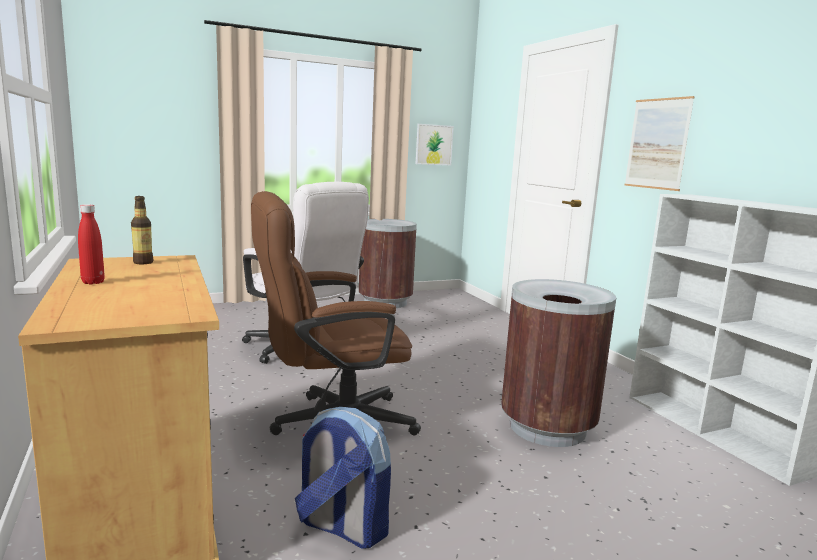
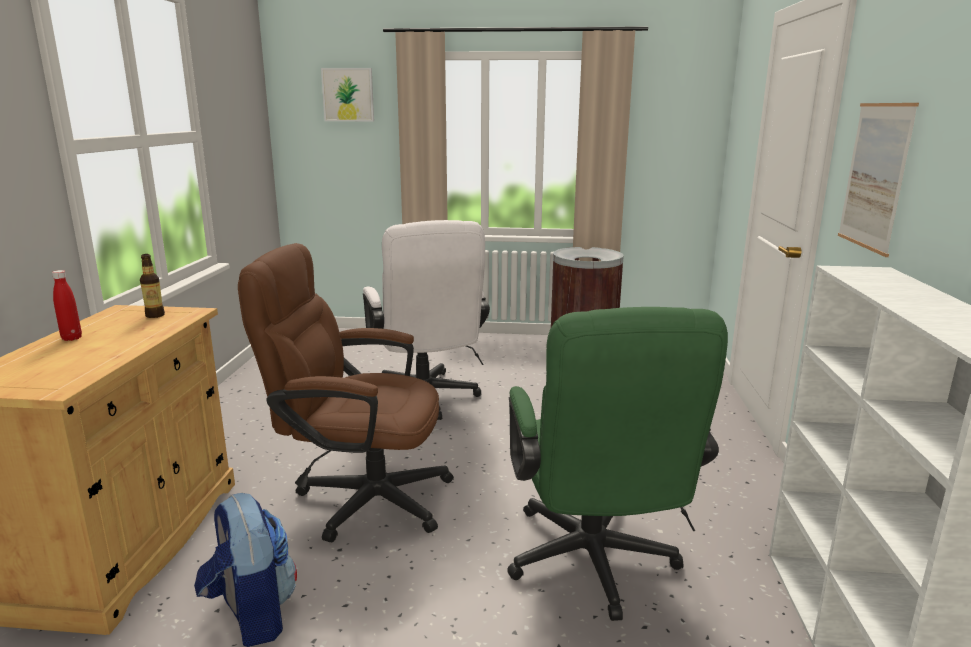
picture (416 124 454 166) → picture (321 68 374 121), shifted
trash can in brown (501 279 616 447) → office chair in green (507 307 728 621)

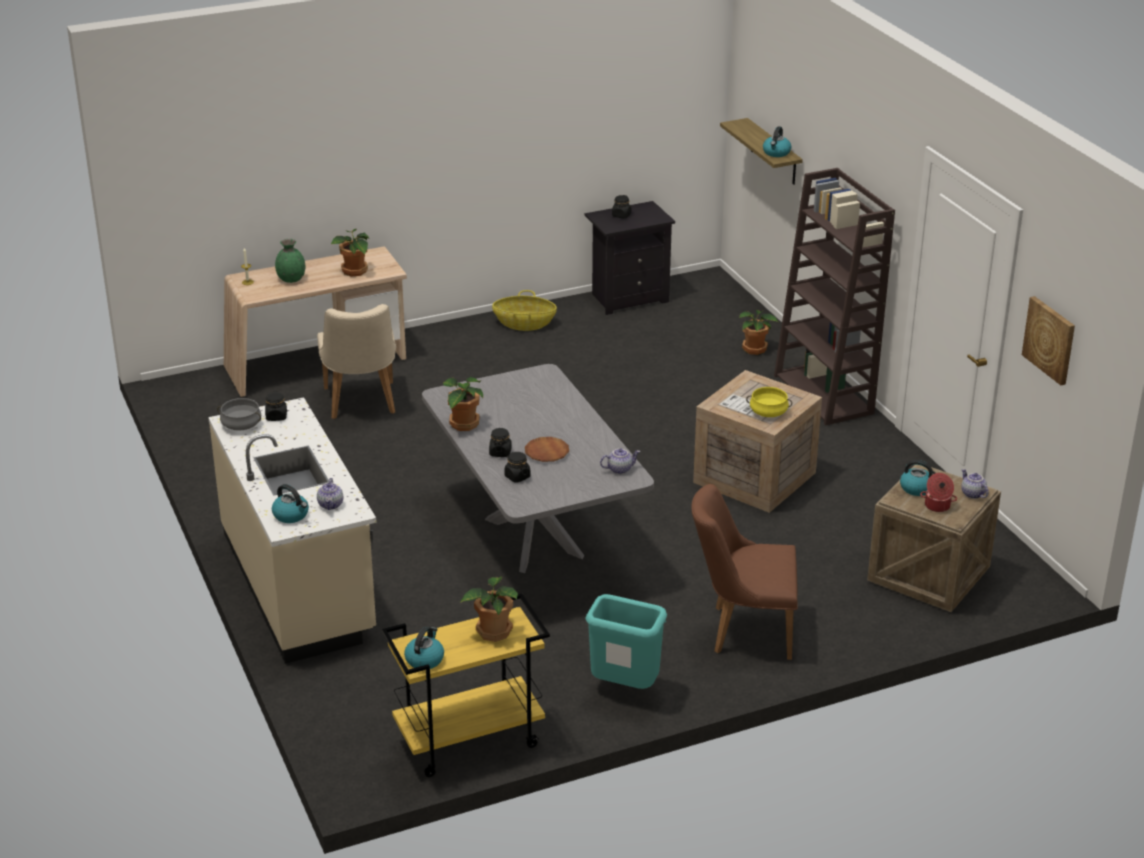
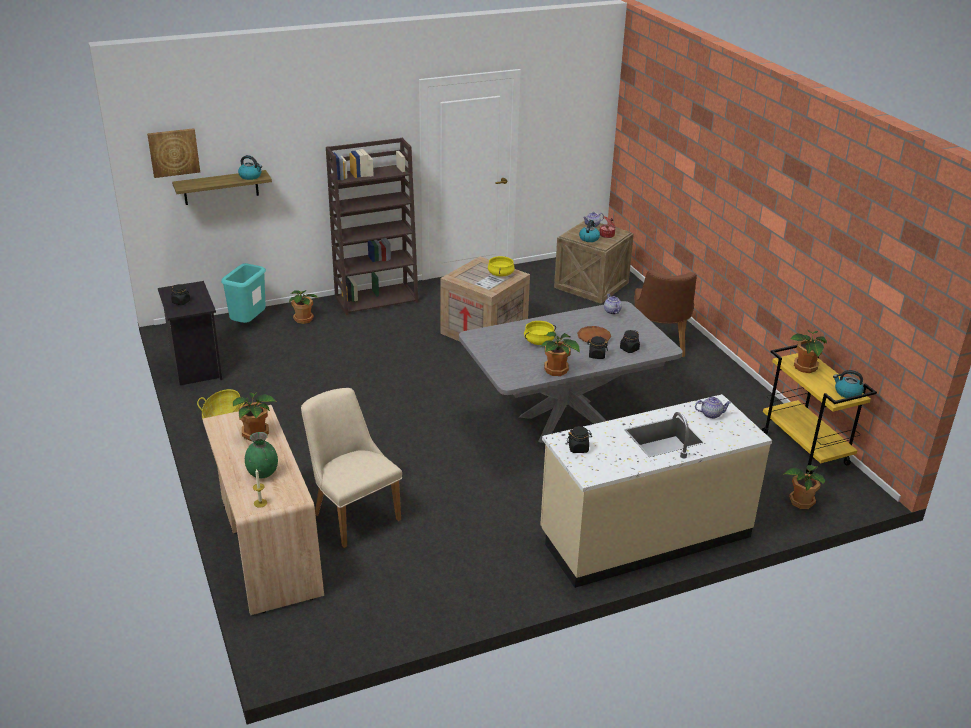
cooking pot in grey (217 398 261 431) → -
kettle (272 484 309 523) → -
chair in beige (317 304 396 419) → chair in beige (301 388 402 548), 120 degrees counterclockwise
trash can in turquoise (585 594 667 689) → trash can in turquoise (221 263 266 323), shifted
picture (1022 296 1075 385) → picture (147 128 200 178), shifted
- → cooking pot in yellow (524 321 556 345)
- → potted plant (784 465 825 509)

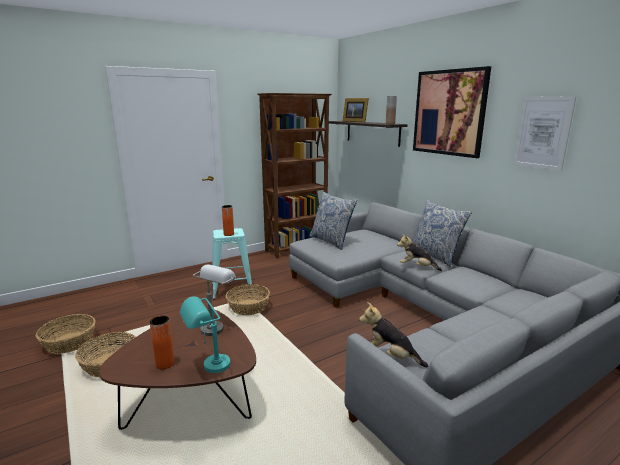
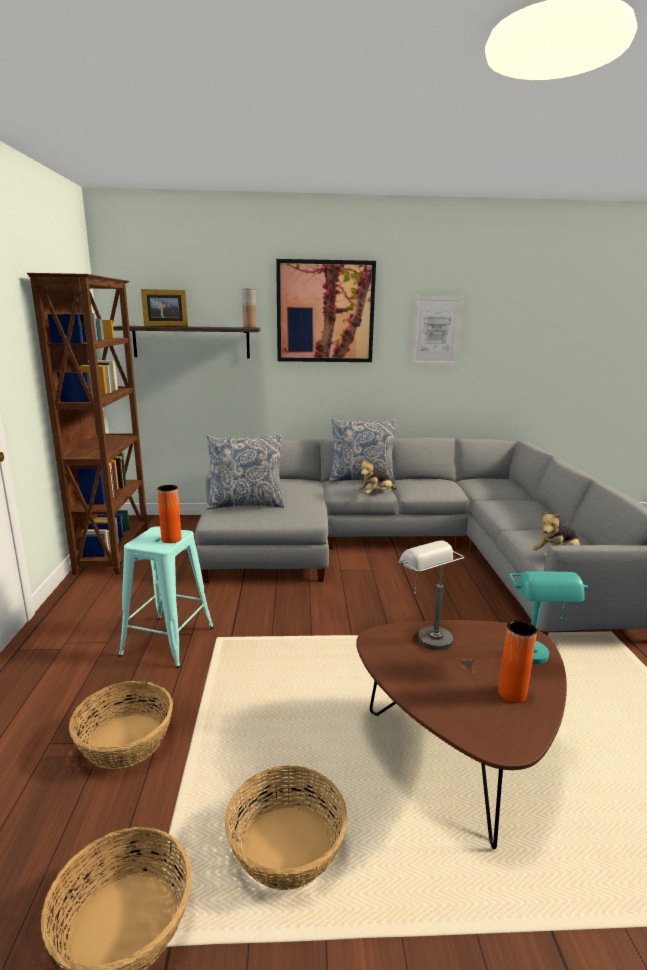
basket (226 284 270 315) → basket (69 681 173 769), shifted

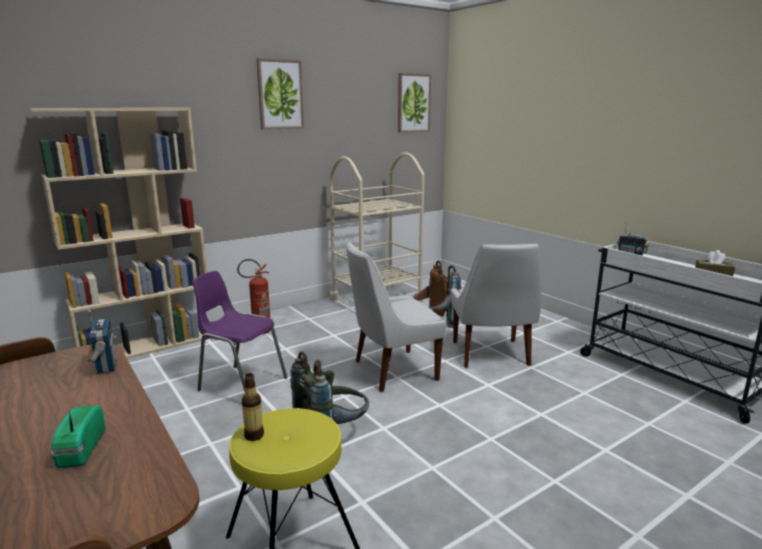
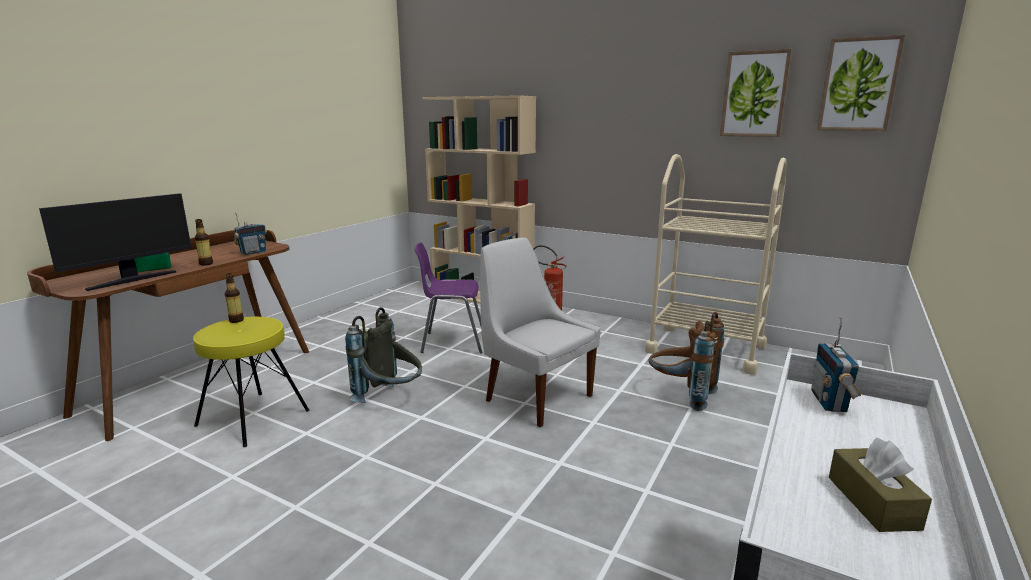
chair in purple (192 271 287 392) → chair in purple (415 243 482 354), 90 degrees counterclockwise
picture (256 58 304 130) → picture (720 49 792 137), shifted
chair in white (451 244 541 368) → -
- → monitor (39 193 192 291)
- → bottle (195 219 213 265)

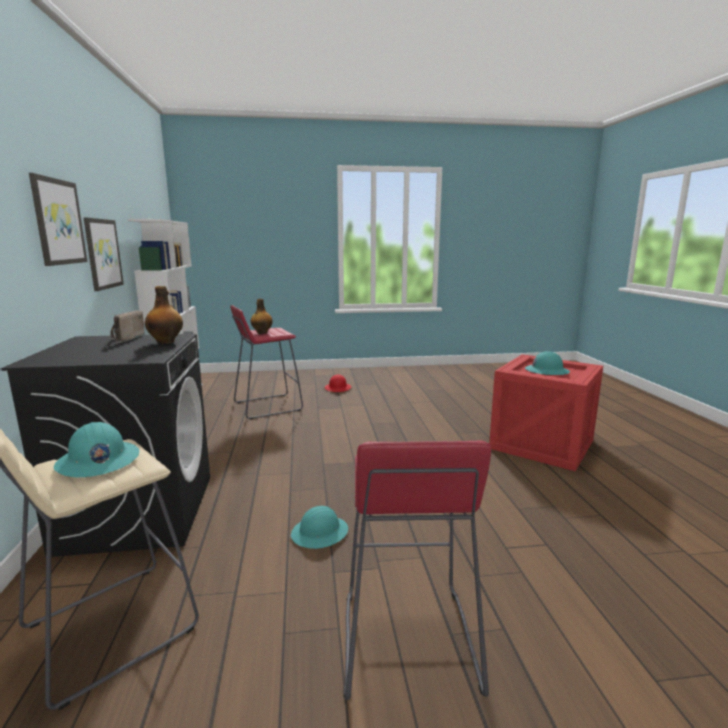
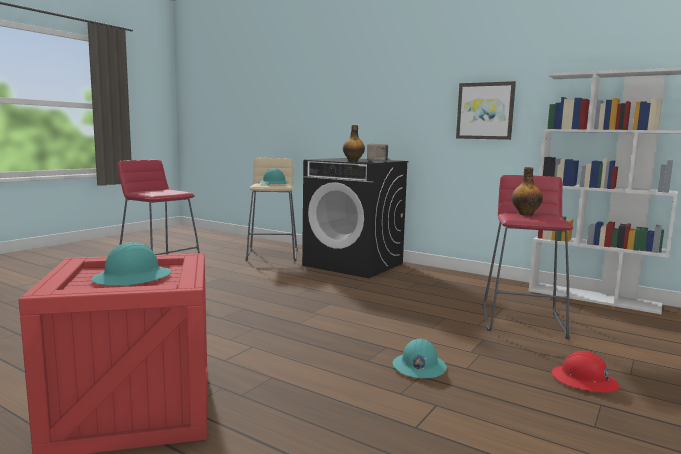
picture (29 173 87 266) → -
hard hat in turquoise (291 506 348 549) → hard hat in turquoise (393 338 447 378), shifted

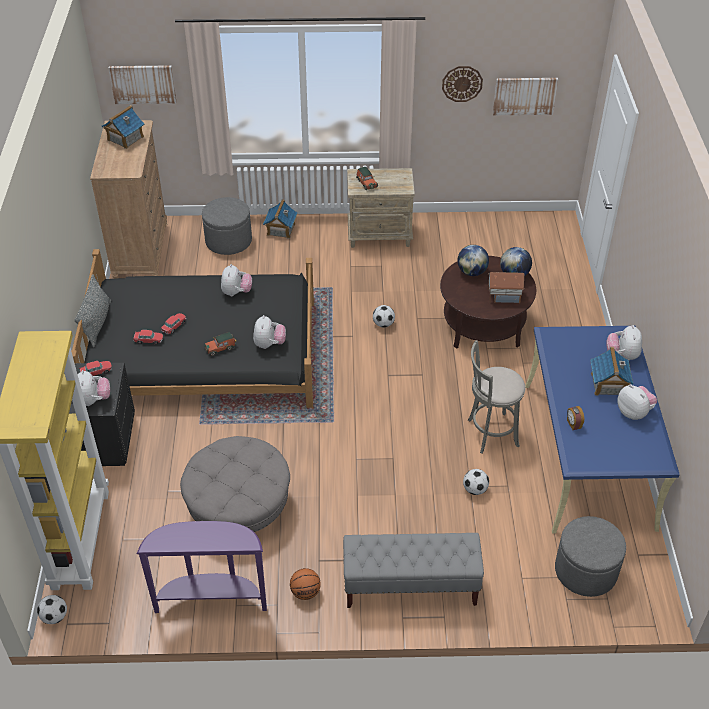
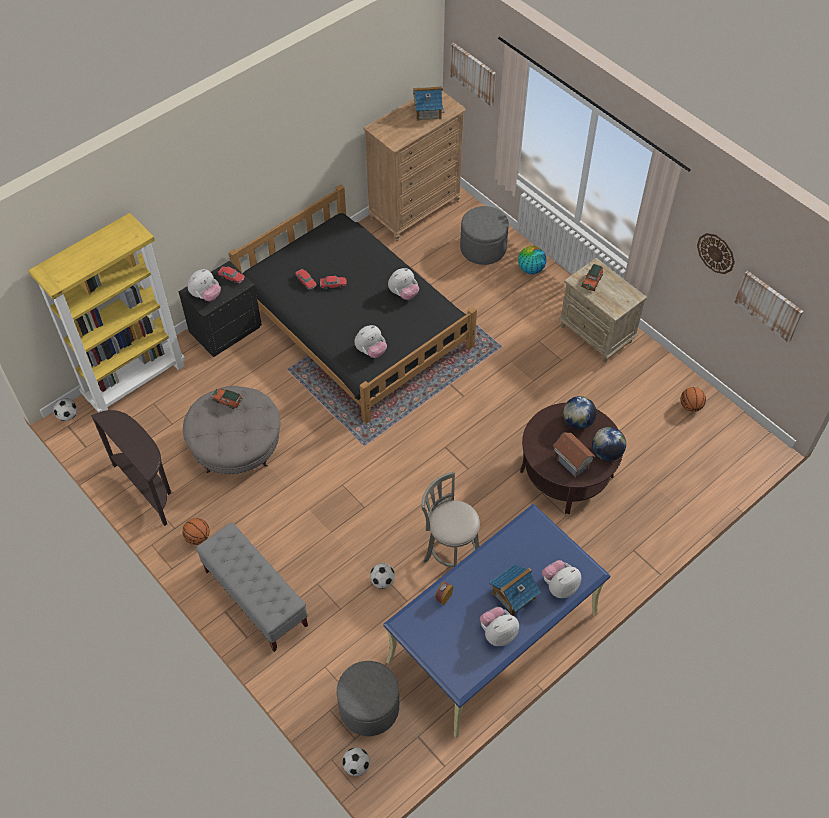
pillow in grey (74 274 111 347) → -
console table in purple (137 521 267 613) → console table in brown (91 410 171 526)
toy car (204 332 236 356) → toy car (212 388 243 409), shifted
toy house (263 200 298 239) → globe (518 246 547 274)
football (373 305 395 328) → football (342 747 370 776), shifted
plush toy (617 384 657 420) → plush toy (480 607 519 646), 135 degrees counterclockwise
- → basketball (680 387 706 412)

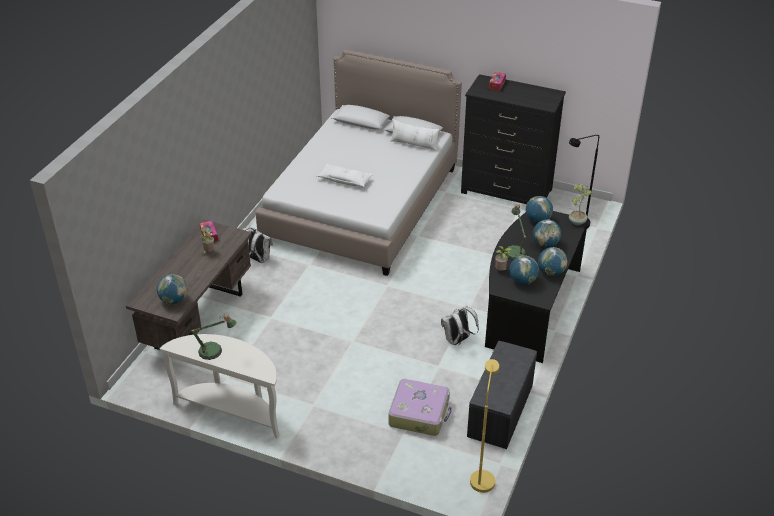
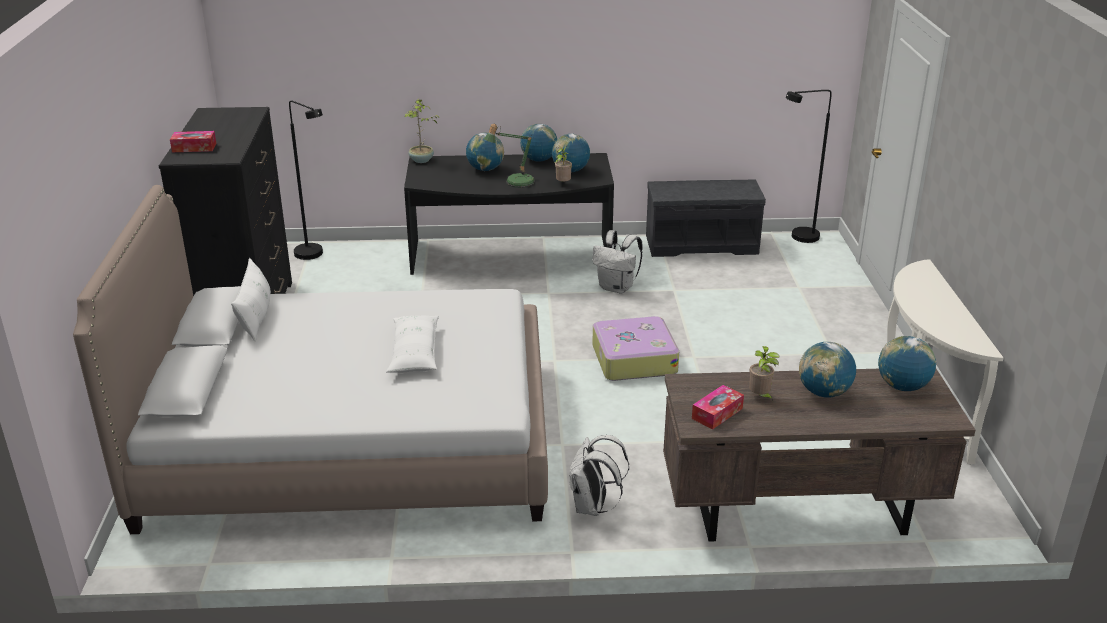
table lamp (190 314 237 360) → -
suitcase (389 379 452 436) → suitcase (592 316 679 381), shifted
floor lamp in yellow (470 359 499 493) → floor lamp in black (786 90 832 243)
globe (525 196 553 223) → globe (799 342 856 398), shifted

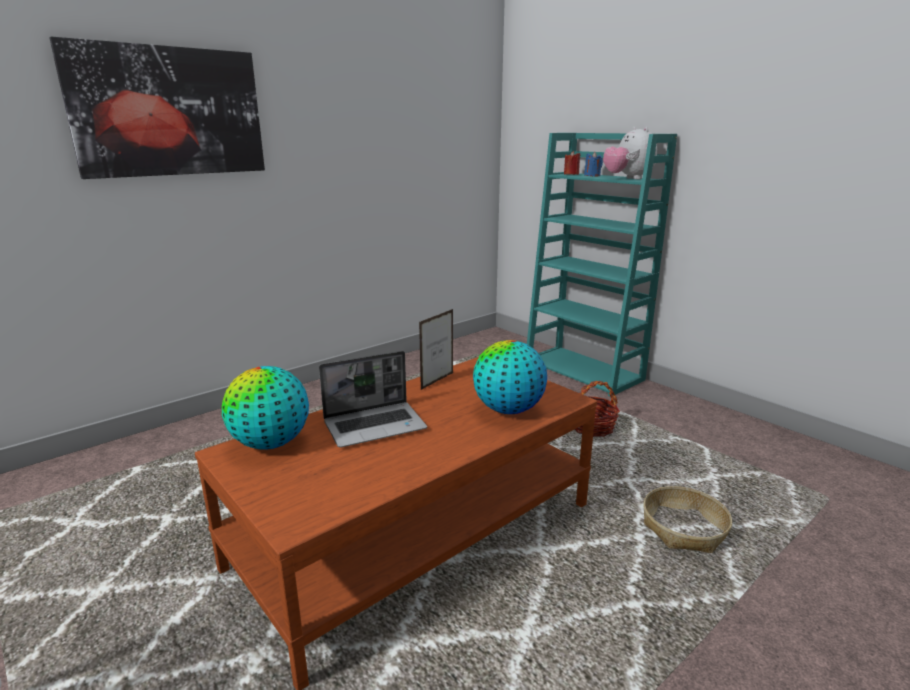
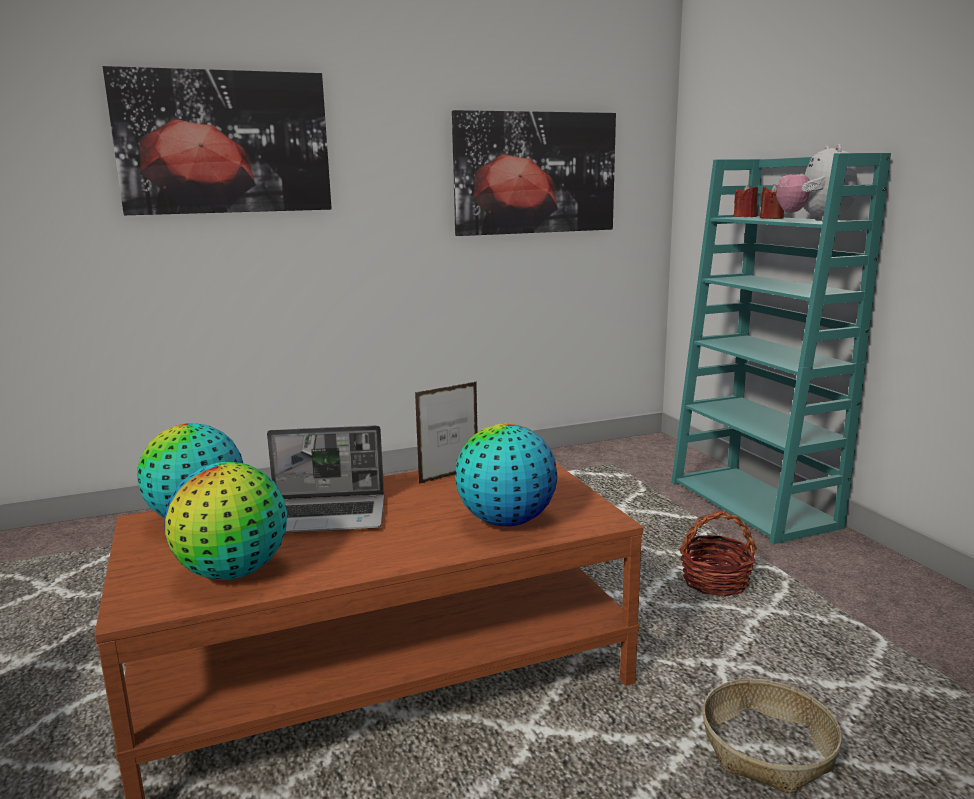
candle in blue (584 152 603 176) → candle in red (760 184 784 219)
- → globe (164 462 287 580)
- → picture (452 110 616 236)

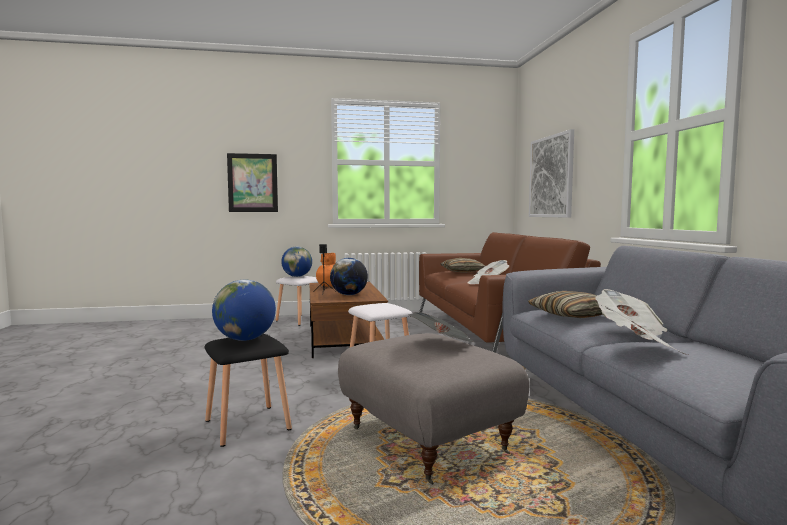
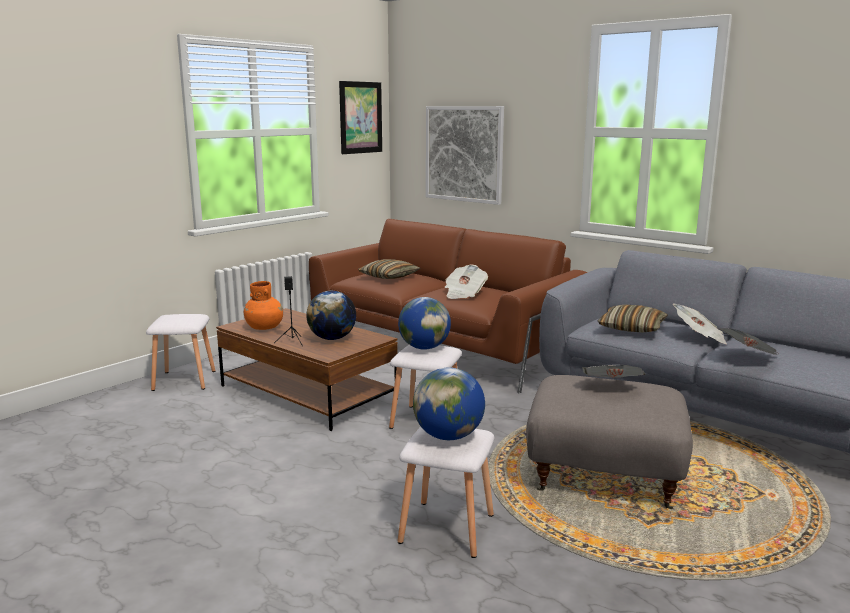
stool in black (205 334 292 447) → stool in white (398 427 495 558)
picture (227 153 278 212) → picture (339 81 382 154), shifted
globe (281 247 312 277) → globe (398 297 451 350), shifted

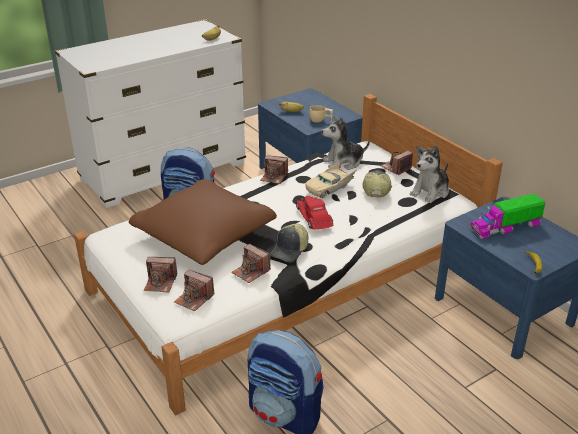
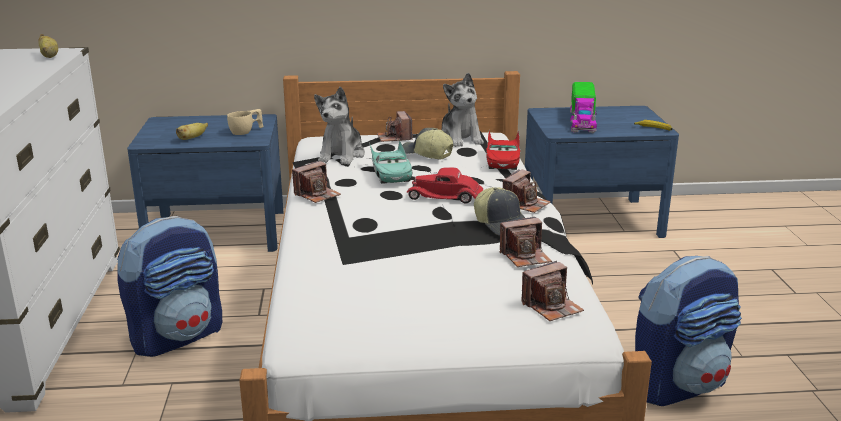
pillow in brown (129 179 277 265) → -
photo camera (144 257 177 292) → photo camera (503 169 551 213), shifted
toy car in beige (305 161 356 198) → toy car in turquoise (369 140 412 184)
- → toy car in red (486 130 520 170)

